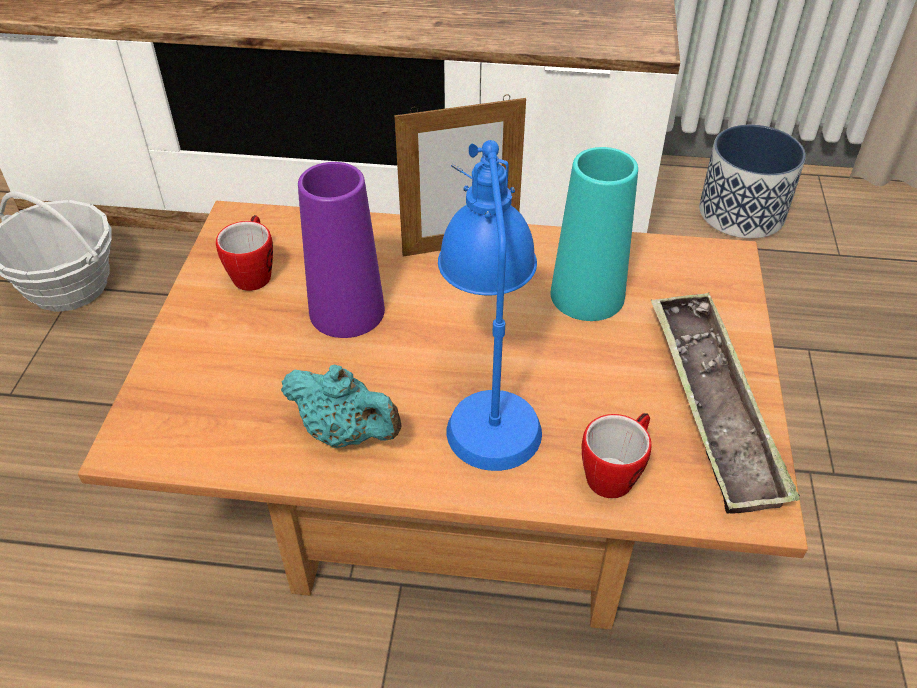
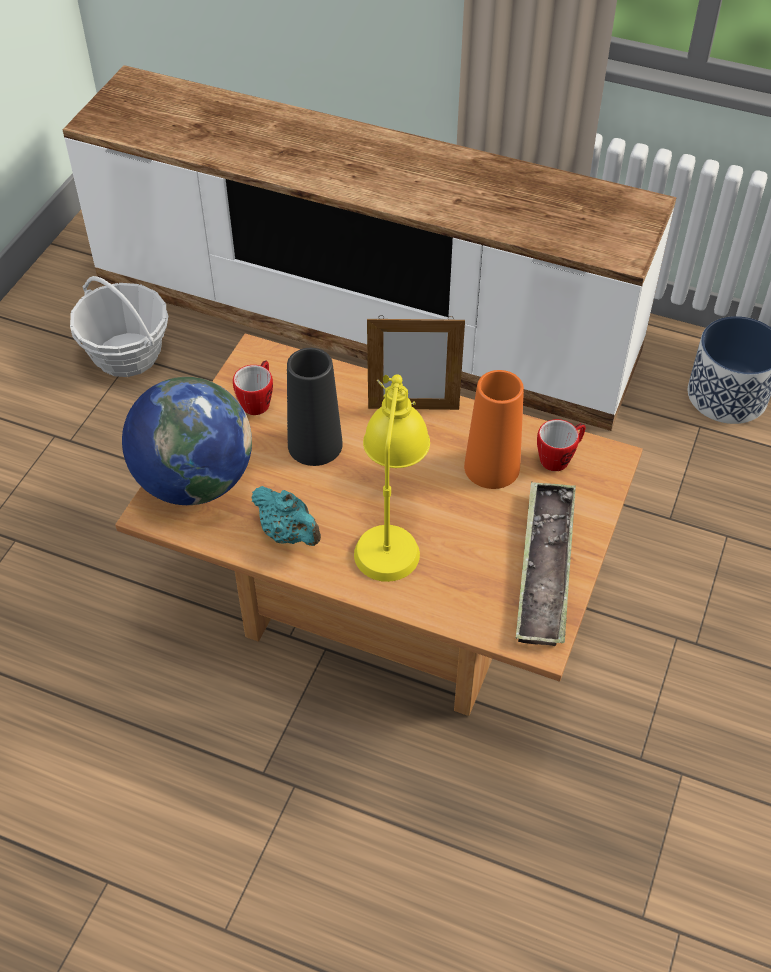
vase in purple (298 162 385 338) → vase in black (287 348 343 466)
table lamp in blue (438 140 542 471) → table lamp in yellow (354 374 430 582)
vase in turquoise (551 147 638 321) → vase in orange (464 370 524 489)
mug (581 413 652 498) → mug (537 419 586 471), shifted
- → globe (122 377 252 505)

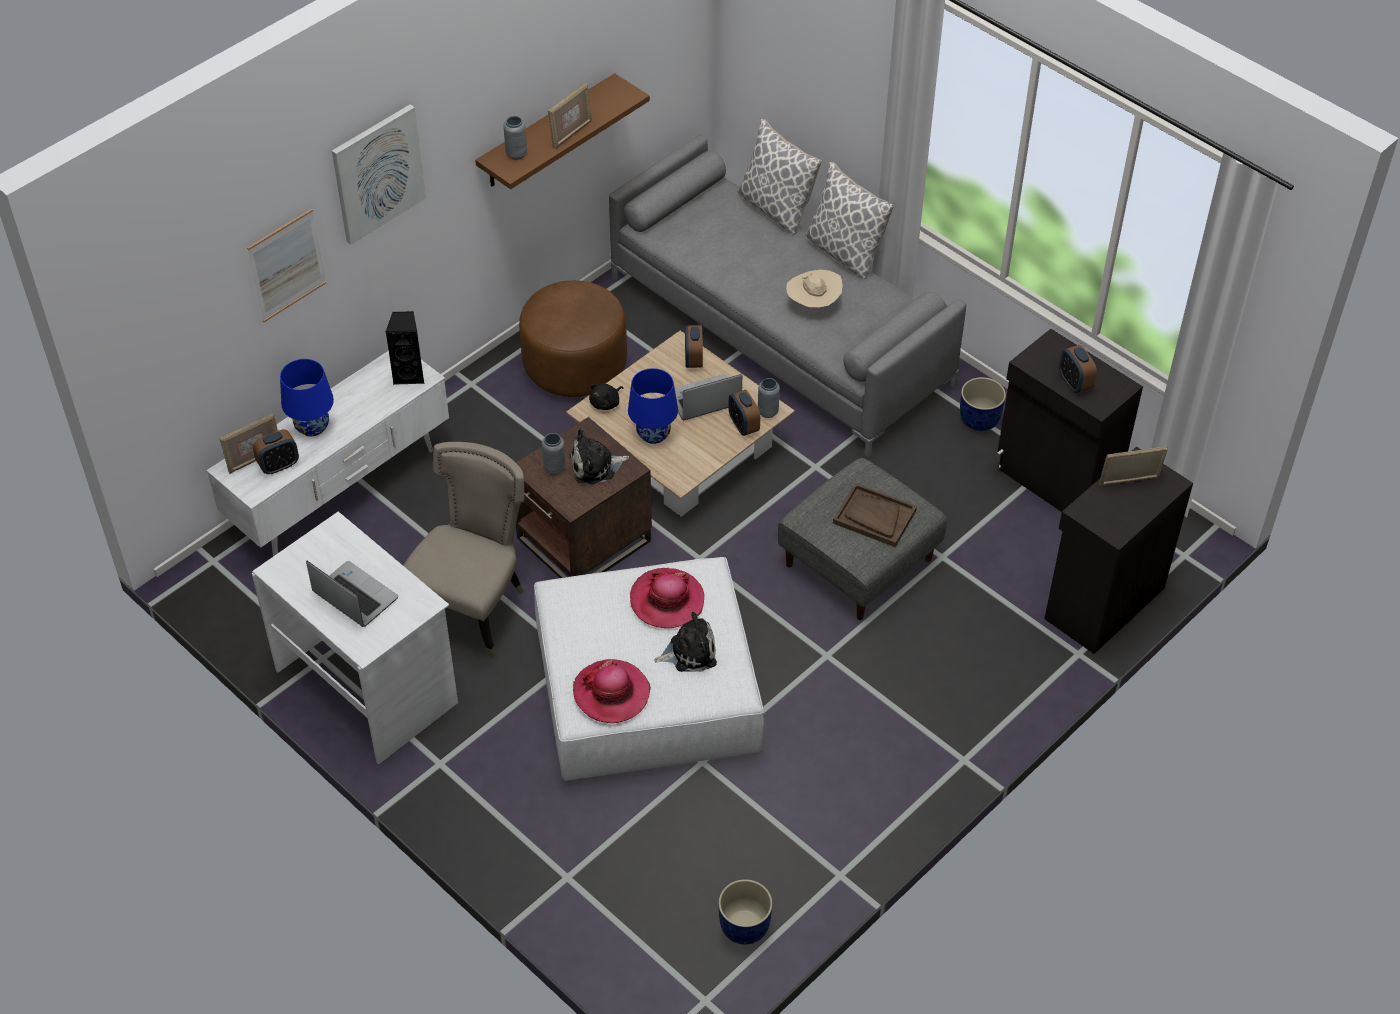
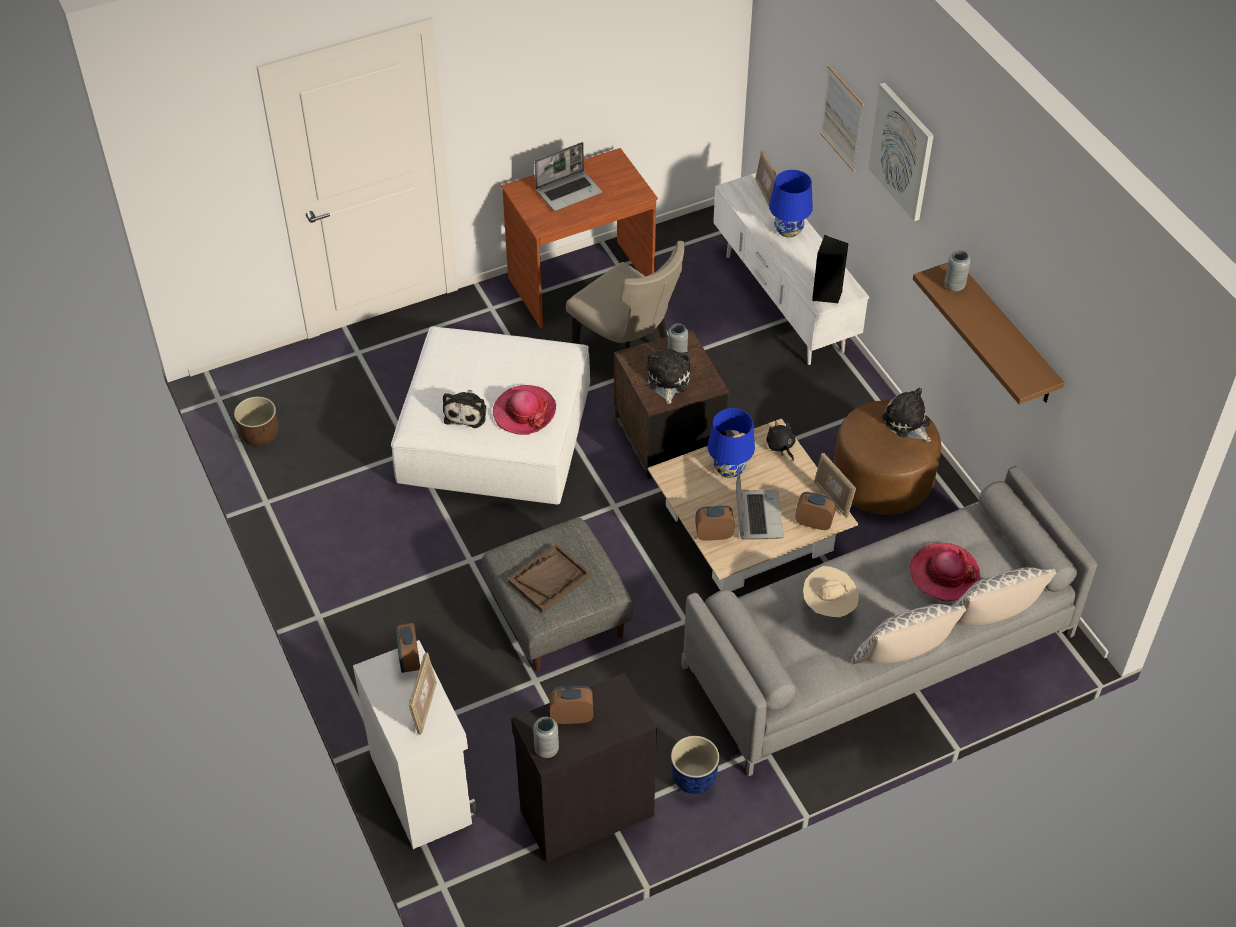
desk in white (252 512 458 764) → desk in brown (501 148 658 328)
alarm clock (253 429 299 474) → alarm clock (395 622 420 673), shifted
picture frame (548 83 592 149) → picture frame (814 453 856 518), shifted
hat (573 659 651 723) → hat (910 543 980 602), shifted
planter in blue (718 879 773 945) → planter in brown (234 397 278 447)
vase in grey (758 378 780 418) → vase in grey (533 717 559 758), shifted
cabinet in black (1044 446 1193 654) → cabinet in white (353 640 477 849)
- → plush toy (882 388 931 442)

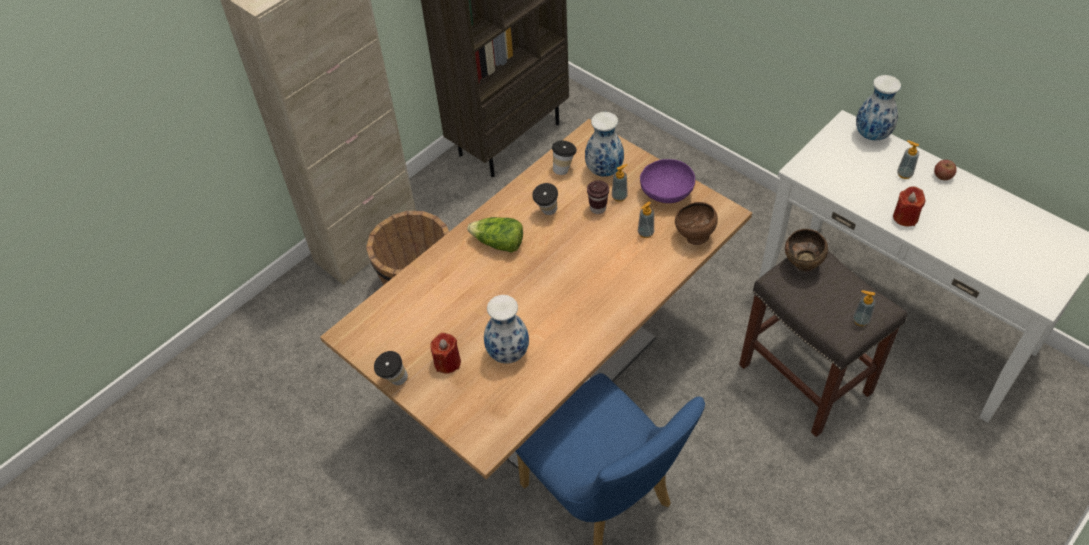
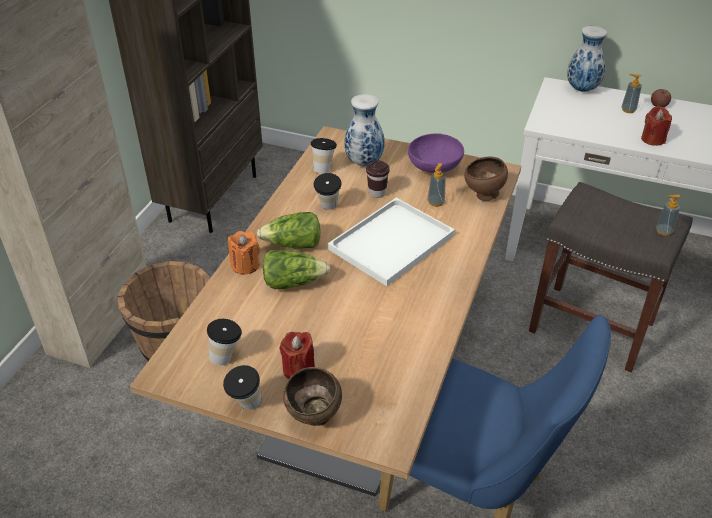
vase (484 295 529 364) → -
soap dispenser (612 164 628 202) → -
bowl in brown (785 229 828 271) → bowl in brown (283 367 342 426), shifted
- → cup (207 319 242 365)
- → candle in orange (228 231 260 274)
- → lettuce (263 250 330 289)
- → tray in white (328 198 455 286)

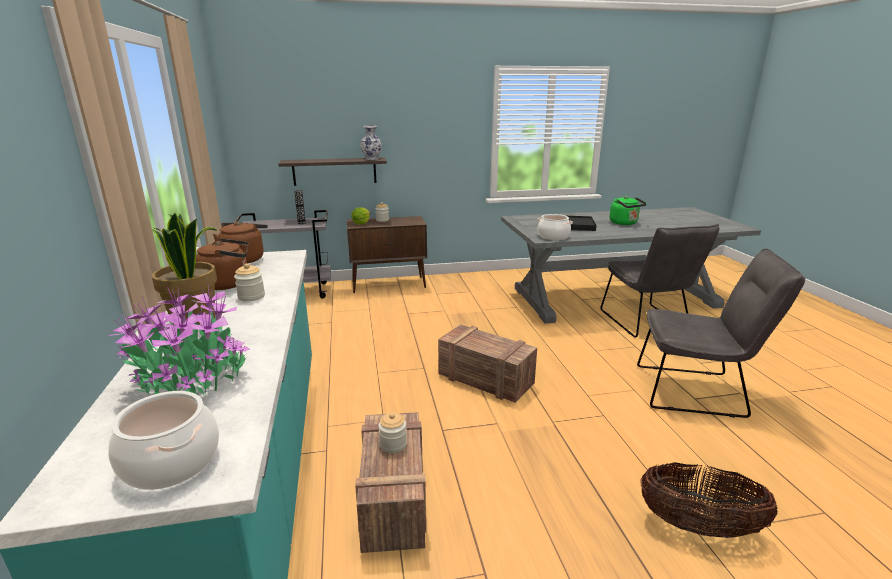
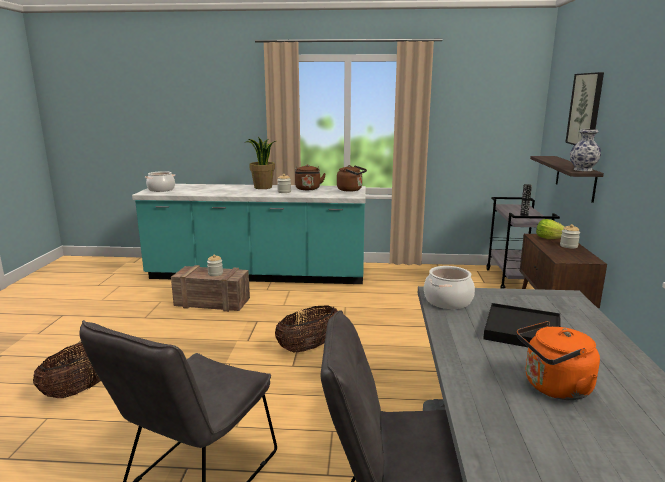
potted plant (109 286 250 395) → -
crate (438 325 537 403) → basket (275 305 338 353)
kettle in green (610 196 647 225) → kettle in orange (517 321 600 400)
- → picture (565 72 604 145)

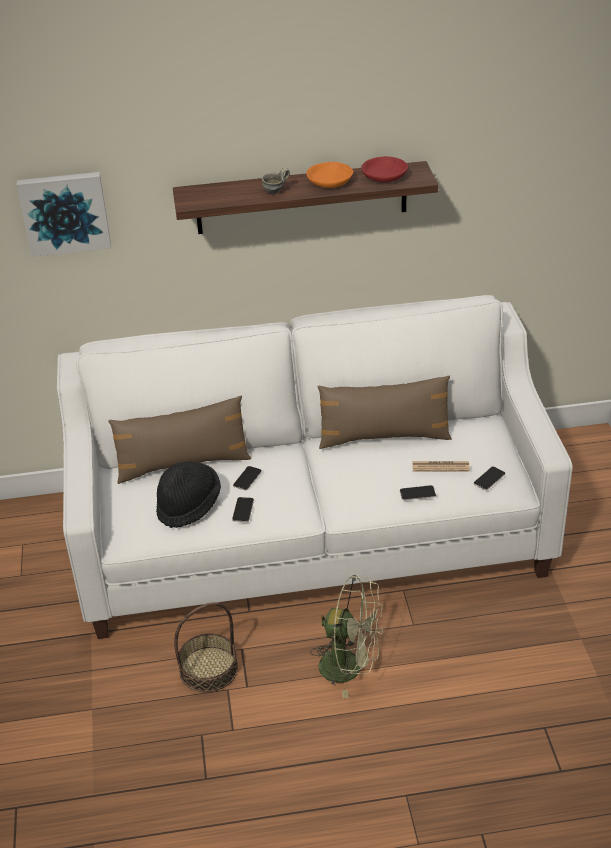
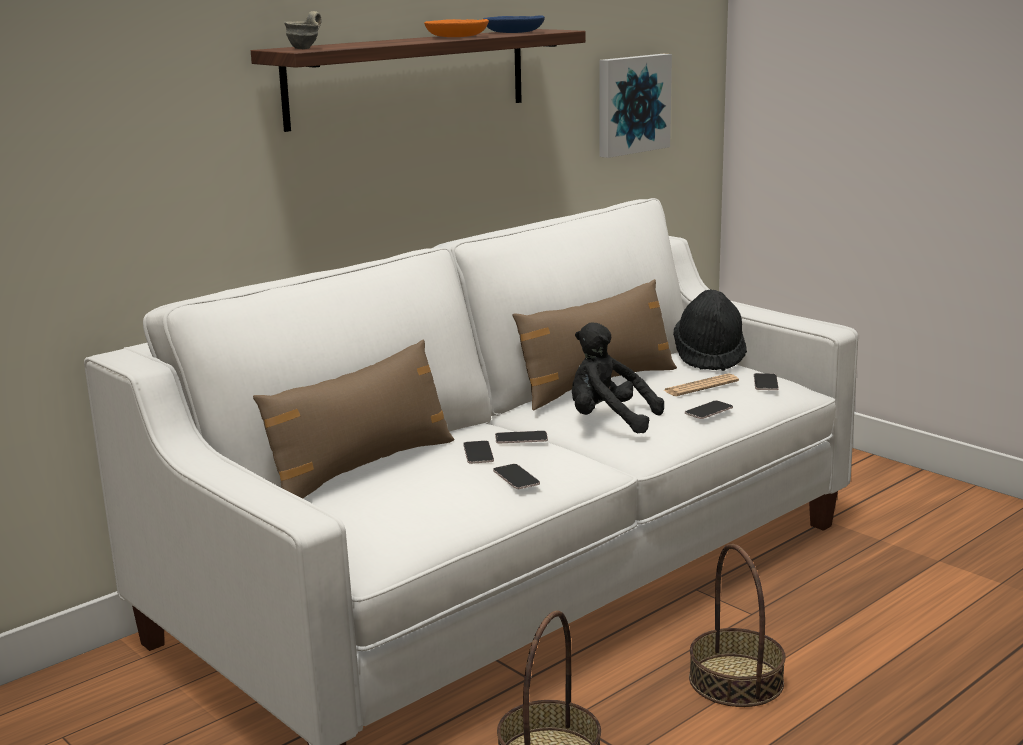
picture (17 172 111 257) → picture (599 54 672 158), shifted
hat in black (156 462 221 528) → hat in black (673 289 747 371), shifted
mug in grey (262 168 290 195) → mug in grey (284 11 321 49), shifted
fan in green (310 575 383 698) → basket (689 544 786 707)
bowl in red (361 156 408 182) → bowl in blue (483 15 545 33)
- → phone (495 431 548 443)
- → plush toy in black (572 322 664 433)

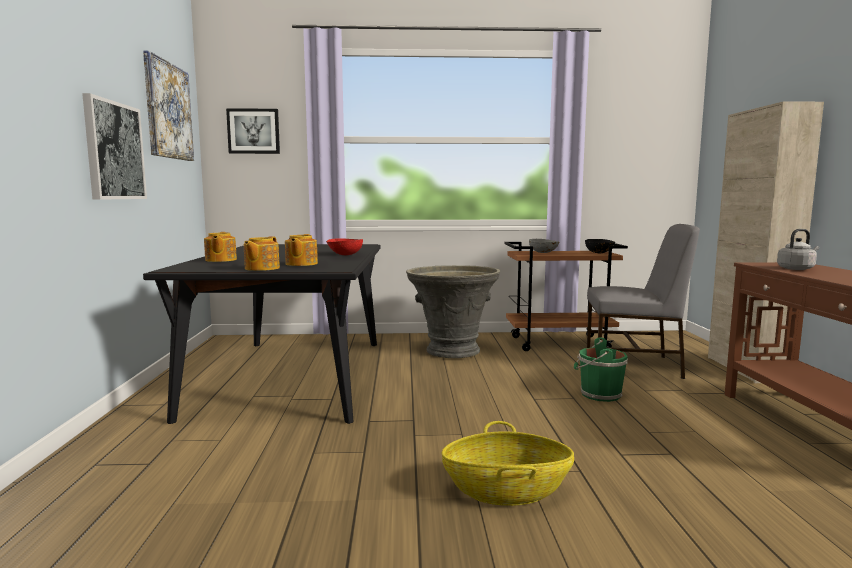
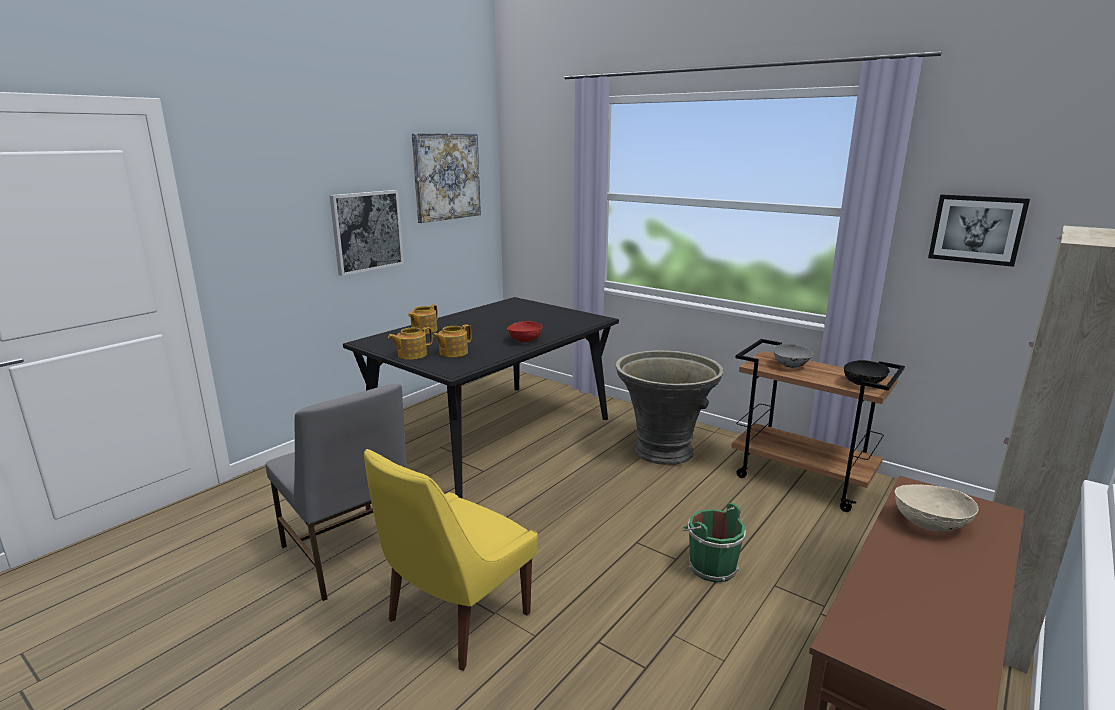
picture (226 108 280 154) → picture (928 194 1030 267), shifted
basket (442 421 574 506) → chair in yellow (364 449 538 671)
chair in grey (587 224 700 379) → chair in grey (266 384 407 601), shifted
kettle in grey (777 229 819 270) → bowl in beige (895 484 979 531)

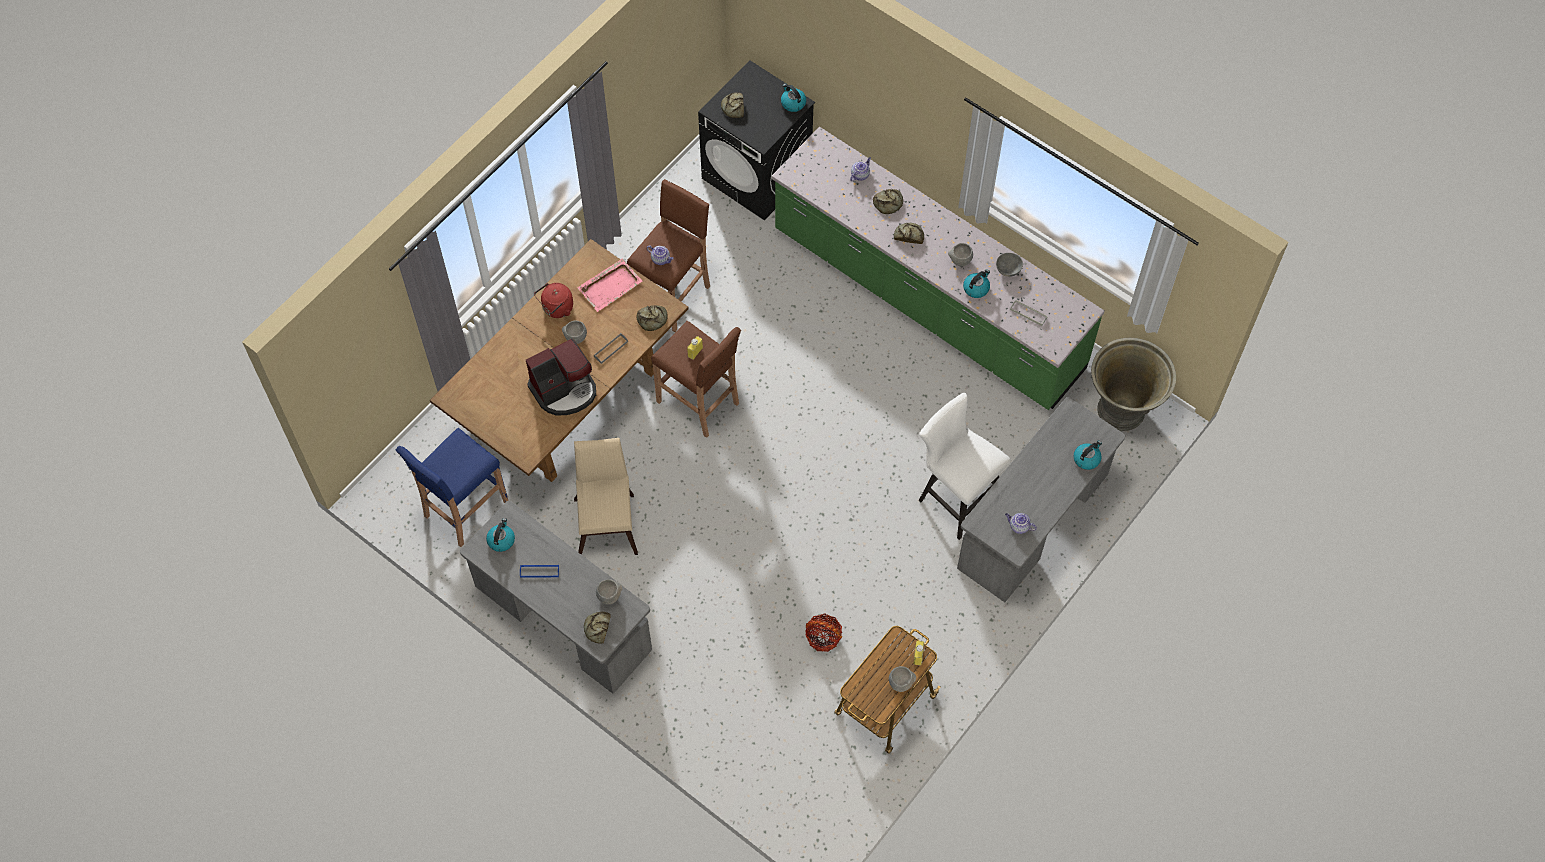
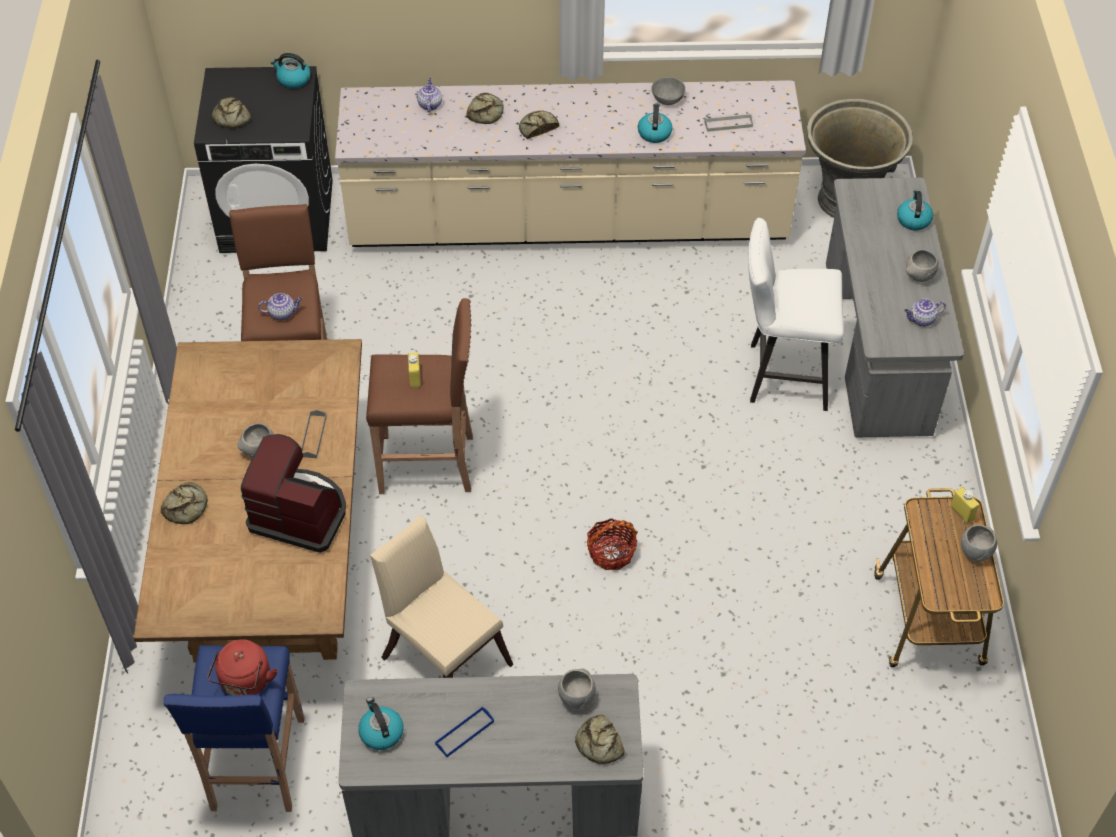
coffee machine (526 338 596 416) → coffee machine (241 434 346 553), 90 degrees counterclockwise
kettle in red (534 283 573 318) → kettle in red (207 639 278 696), shifted
tray in pink (578 258 642 312) → -
bread (637 305 667 331) → bread (161 482 208 524), shifted
counter in green (772 127 1105 410) → counter in beige (335 80 806 247)
basket (805 613 842 652) → basket (587 518 638 570), shifted
bowl in grey (948 243 973 266) → bowl in grey (905 249 938 282), shifted

